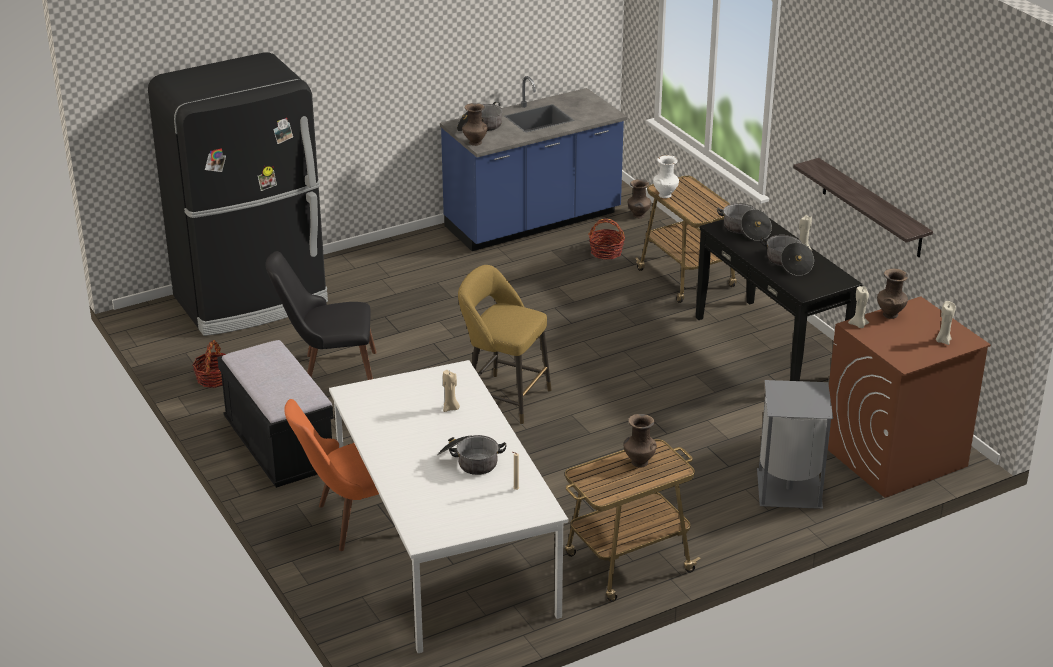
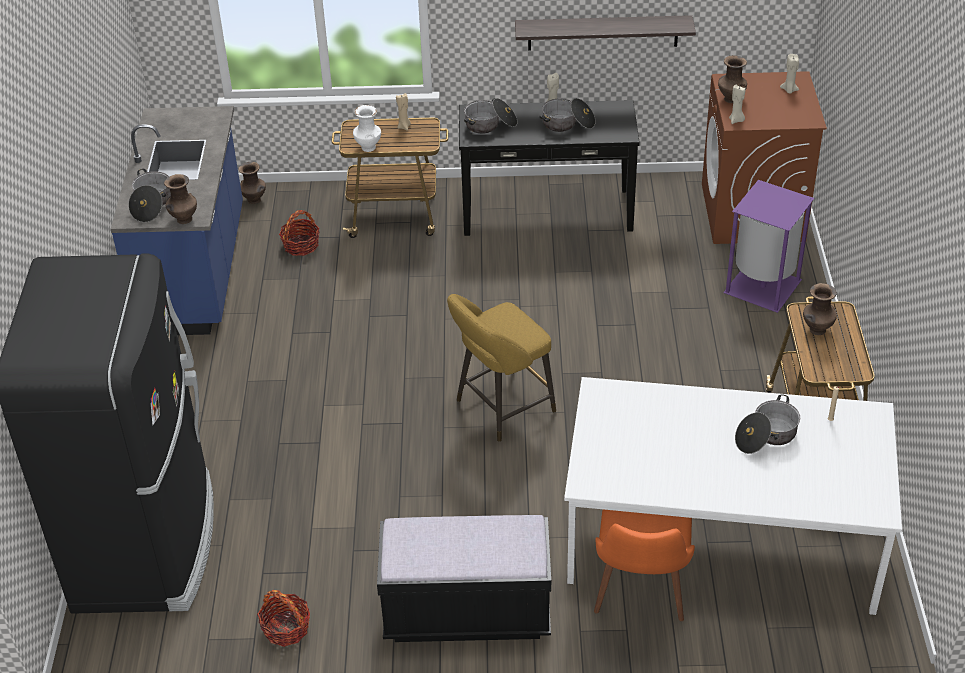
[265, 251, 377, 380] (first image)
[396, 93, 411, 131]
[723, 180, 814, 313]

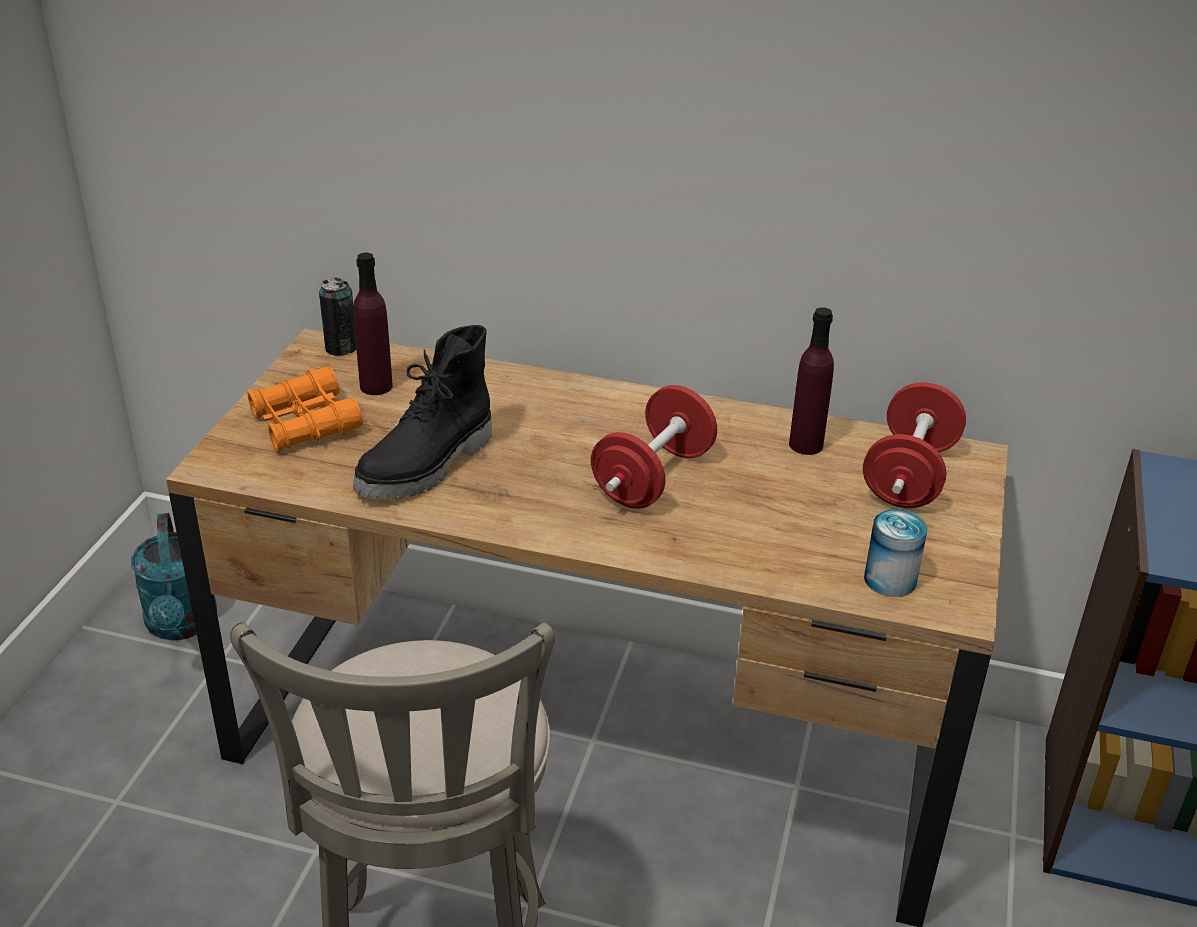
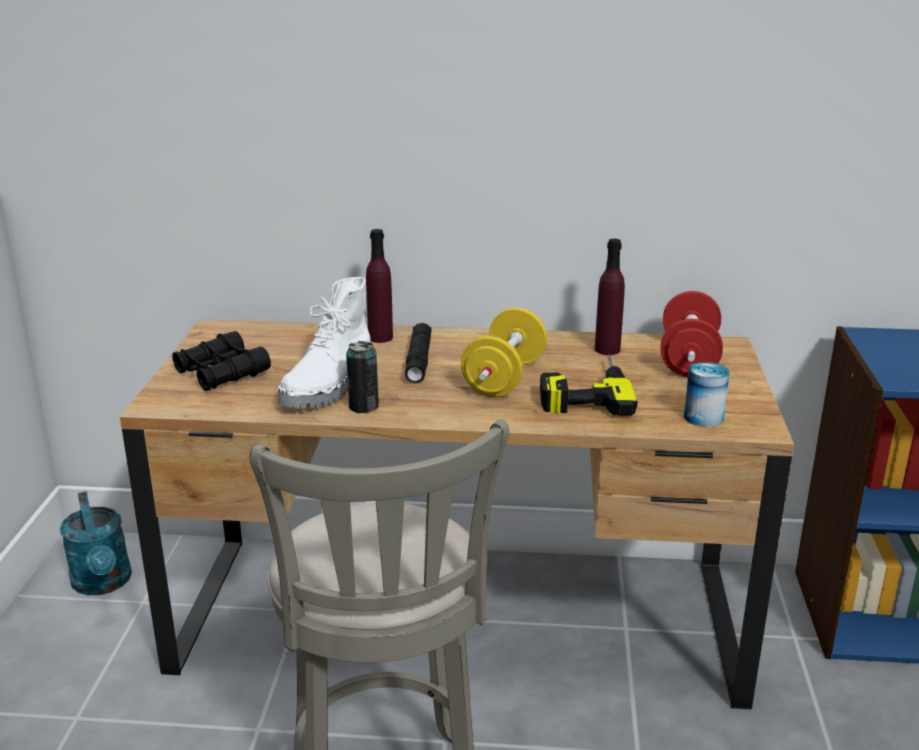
[366, 229, 393, 343]
[346, 341, 379, 413]
[278, 277, 371, 409]
[172, 331, 271, 391]
[461, 308, 547, 397]
[405, 323, 432, 383]
[540, 355, 638, 416]

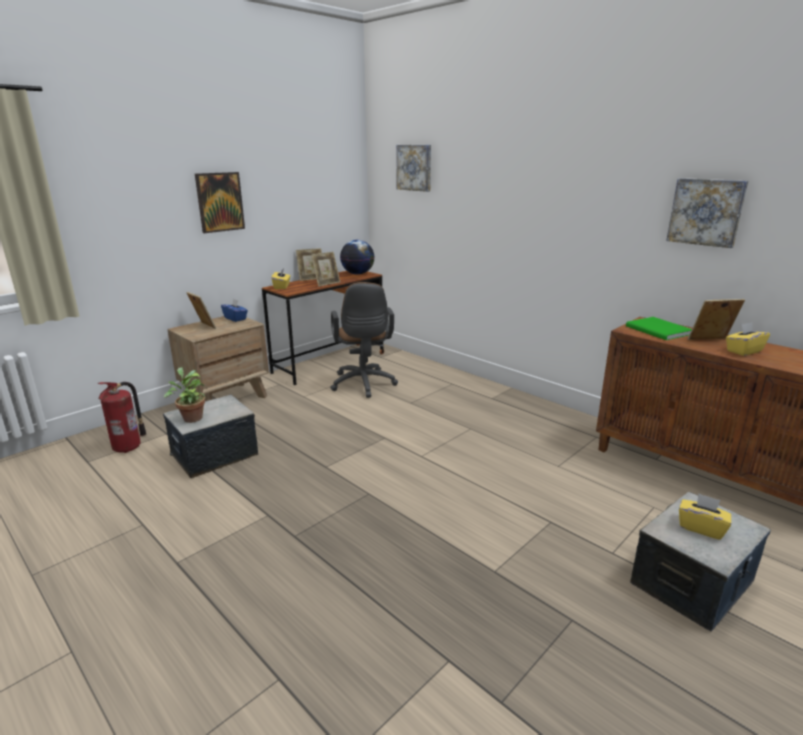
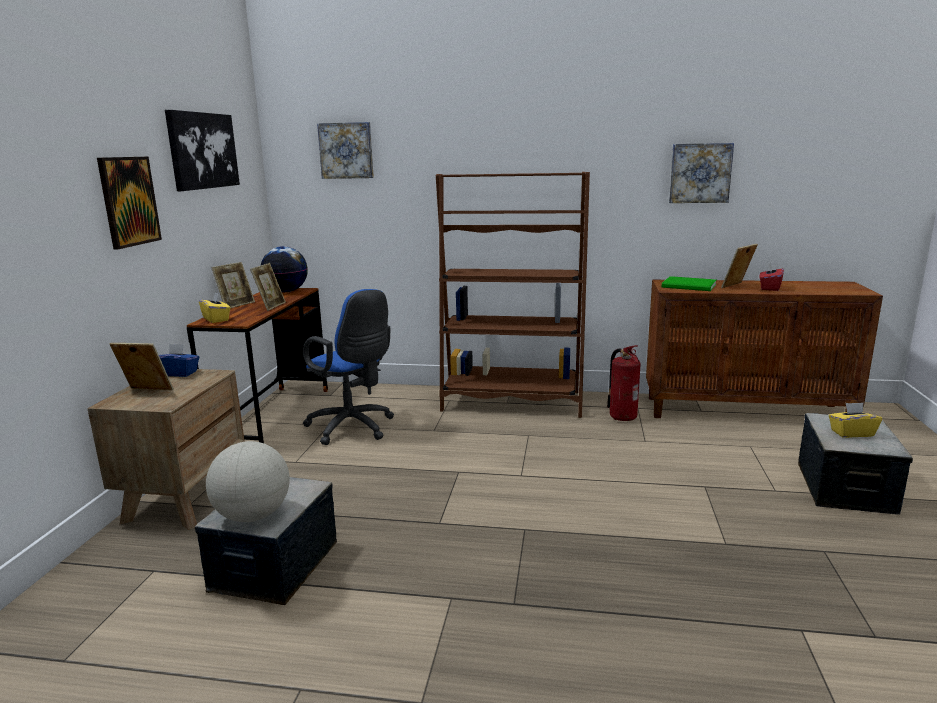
[303, 289, 394, 445]
[759, 263, 784, 291]
[206, 441, 290, 522]
[607, 345, 641, 421]
[165, 110, 240, 191]
[436, 172, 590, 418]

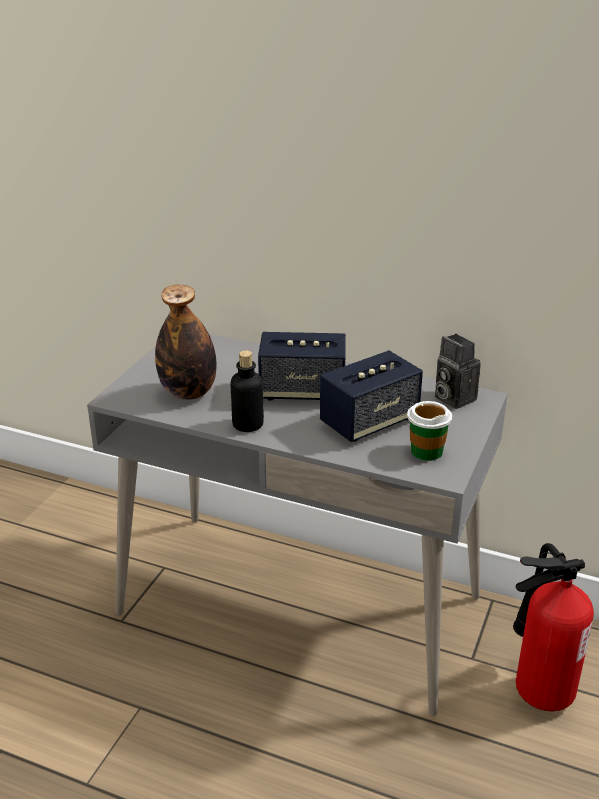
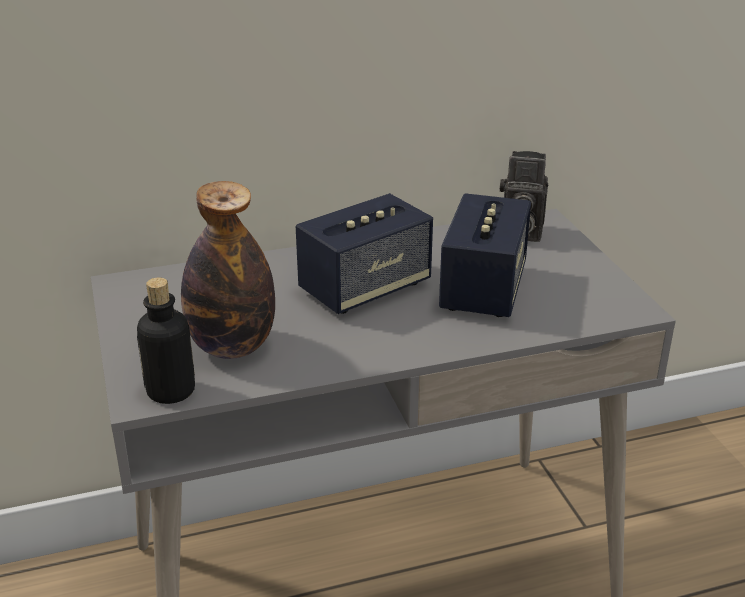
[137, 277, 195, 404]
[407, 401, 452, 461] (first image)
[513, 543, 594, 711] (first image)

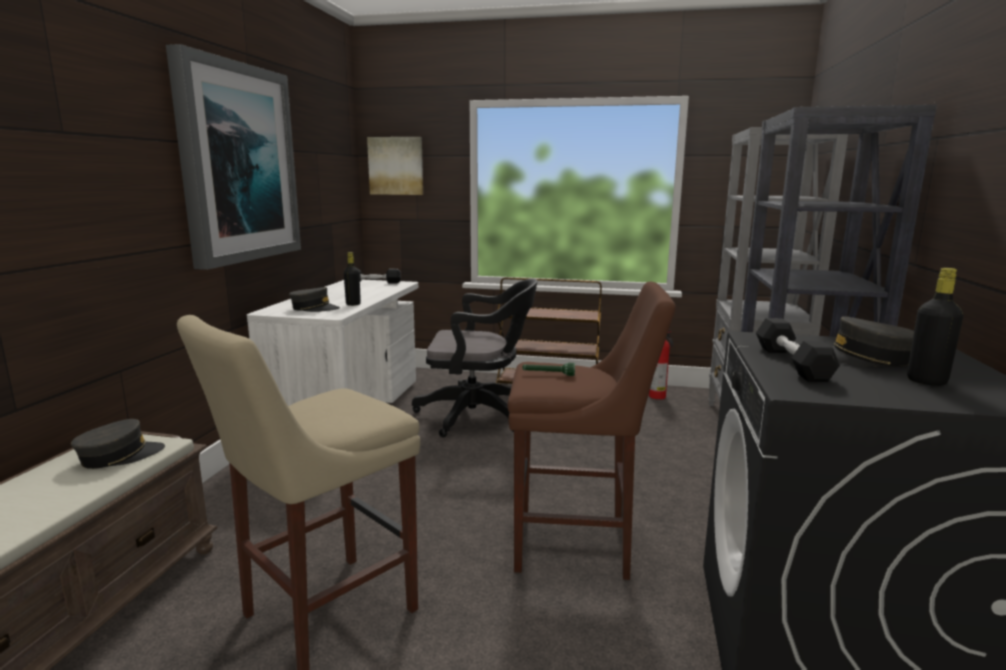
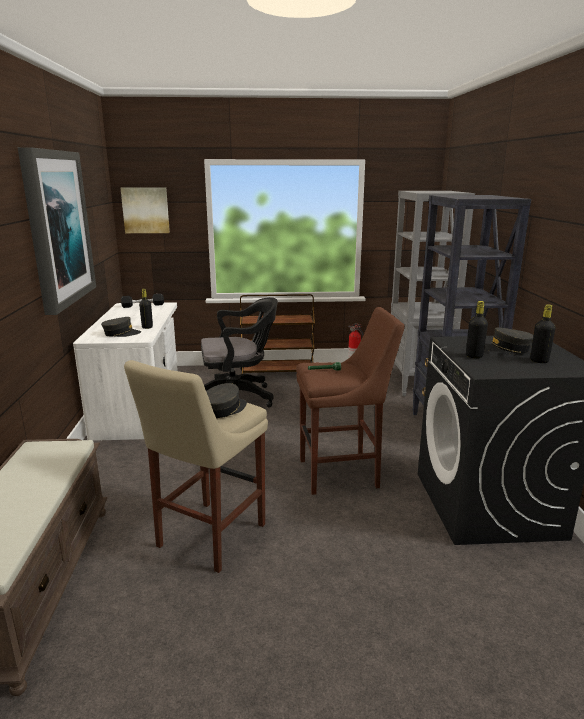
[466, 301, 488, 358]
[206, 383, 247, 418]

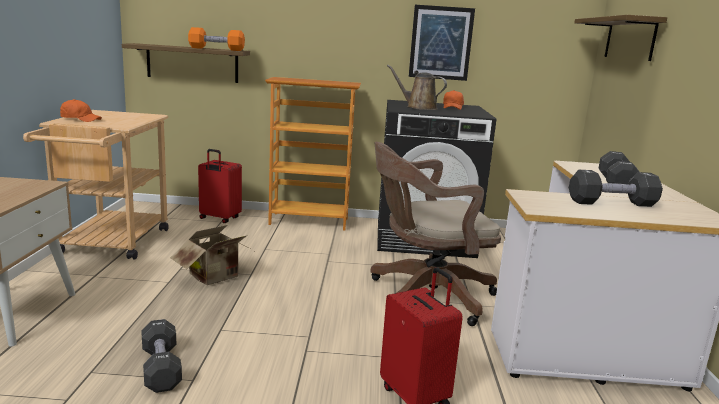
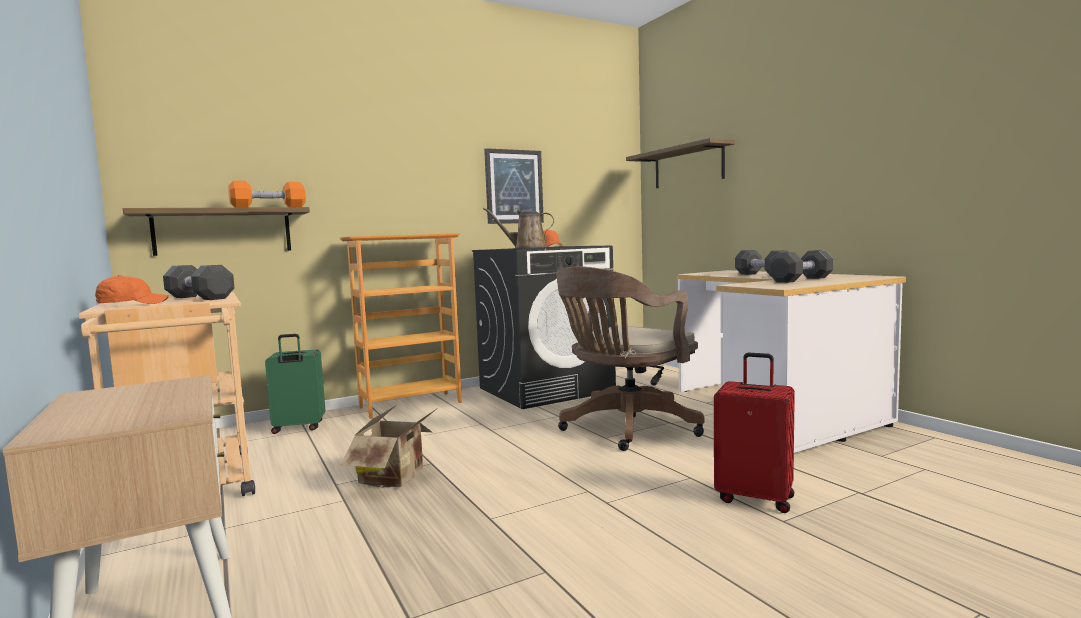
[265, 334, 325, 434]
[163, 265, 234, 300]

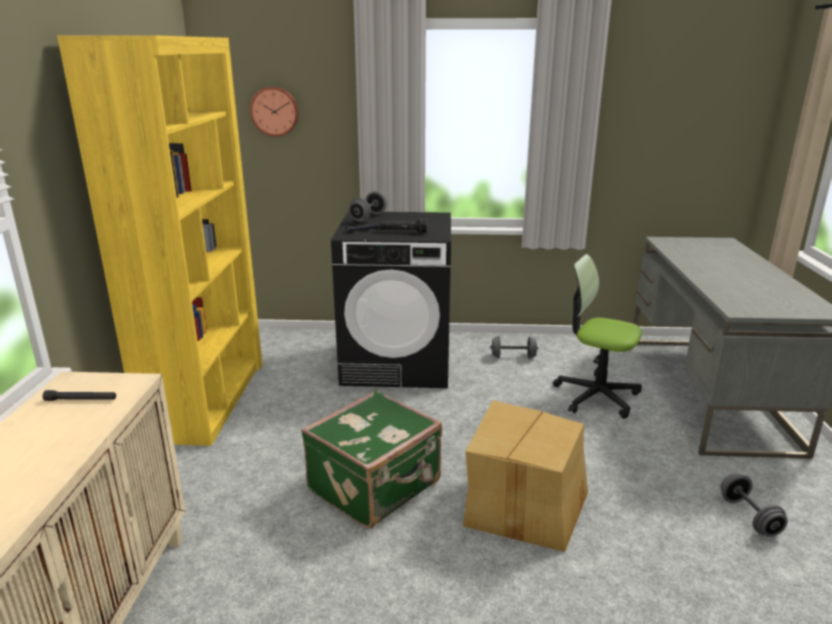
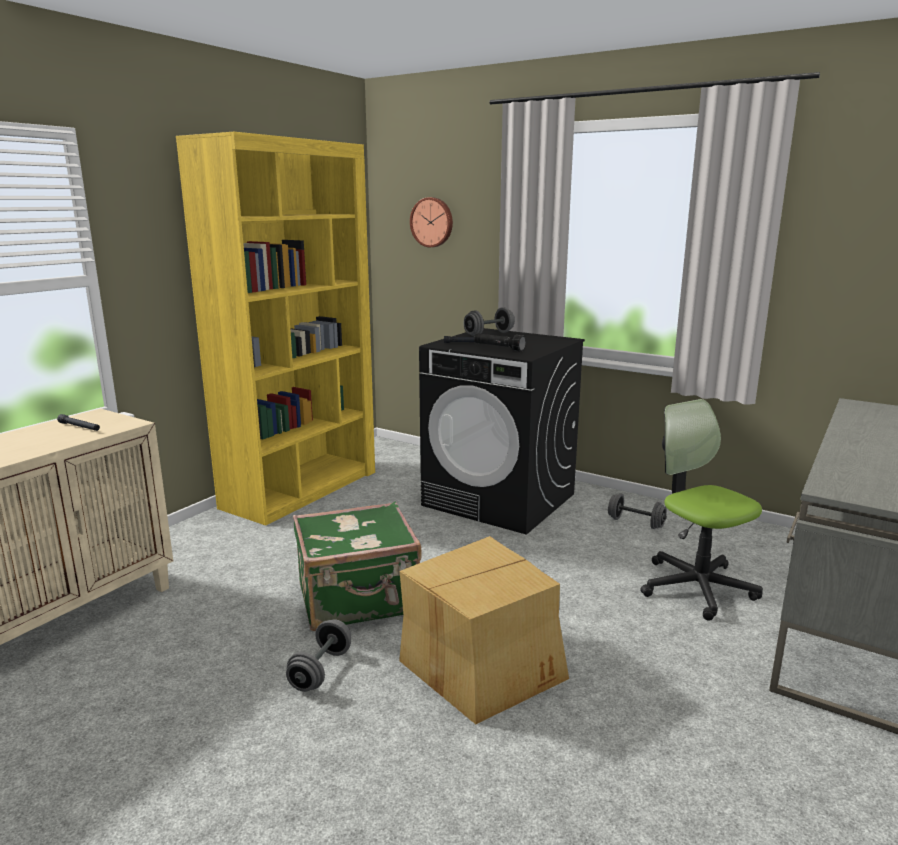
[286, 619, 351, 692]

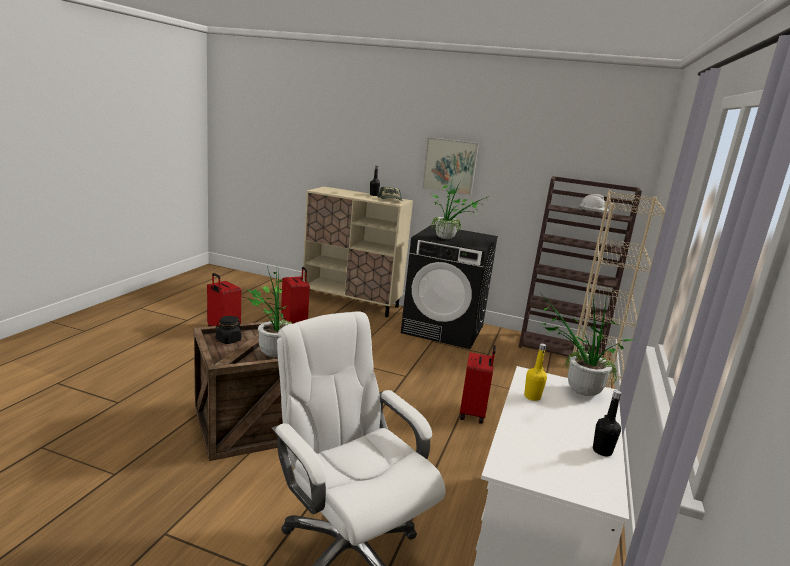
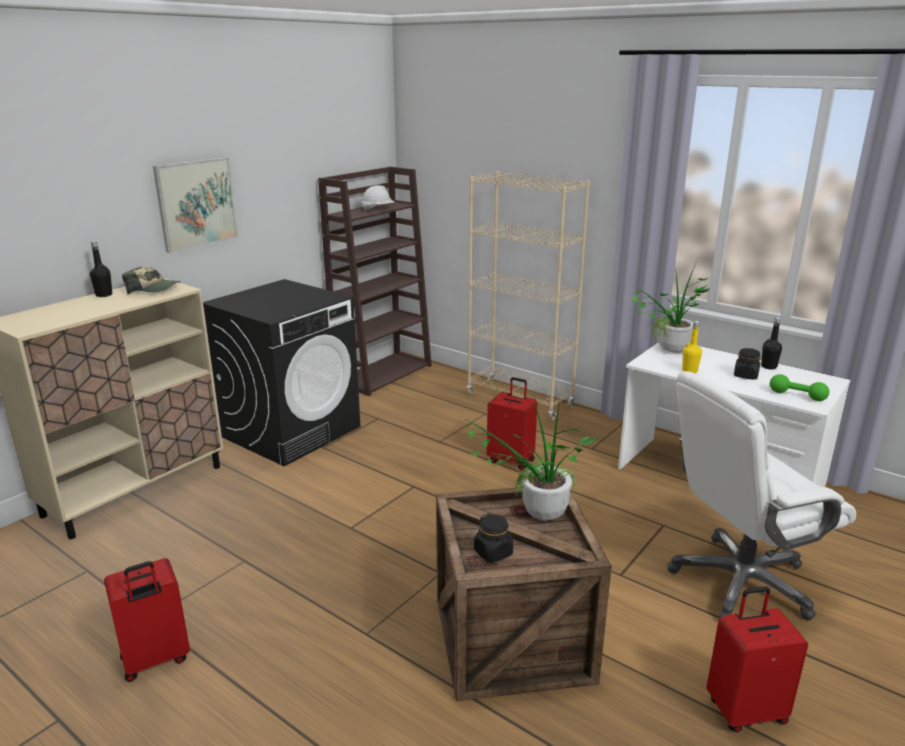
[431, 173, 489, 239] (first image)
[706, 586, 808, 732]
[734, 348, 760, 380]
[770, 374, 829, 401]

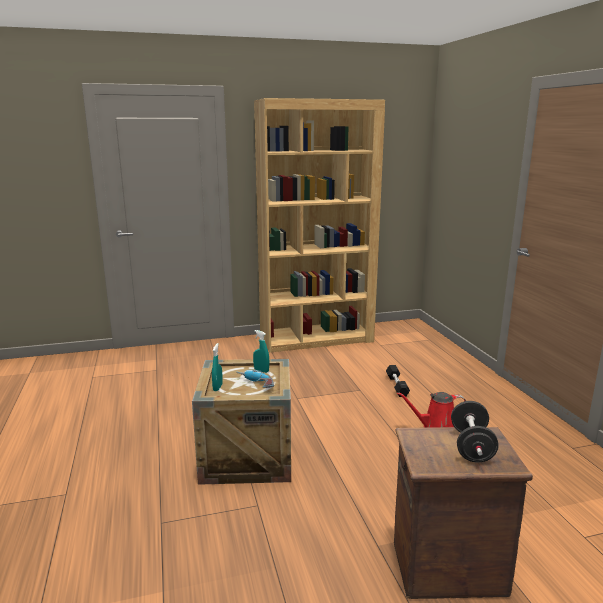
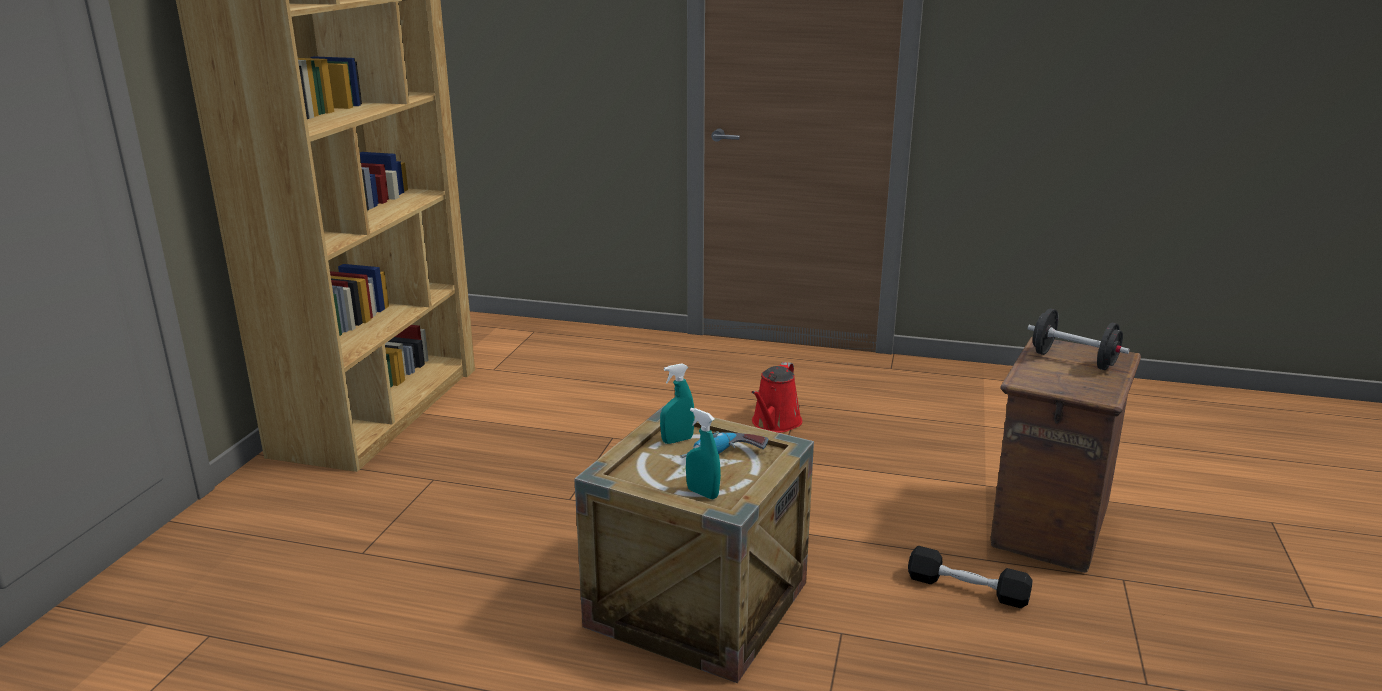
[908, 546, 1033, 608]

